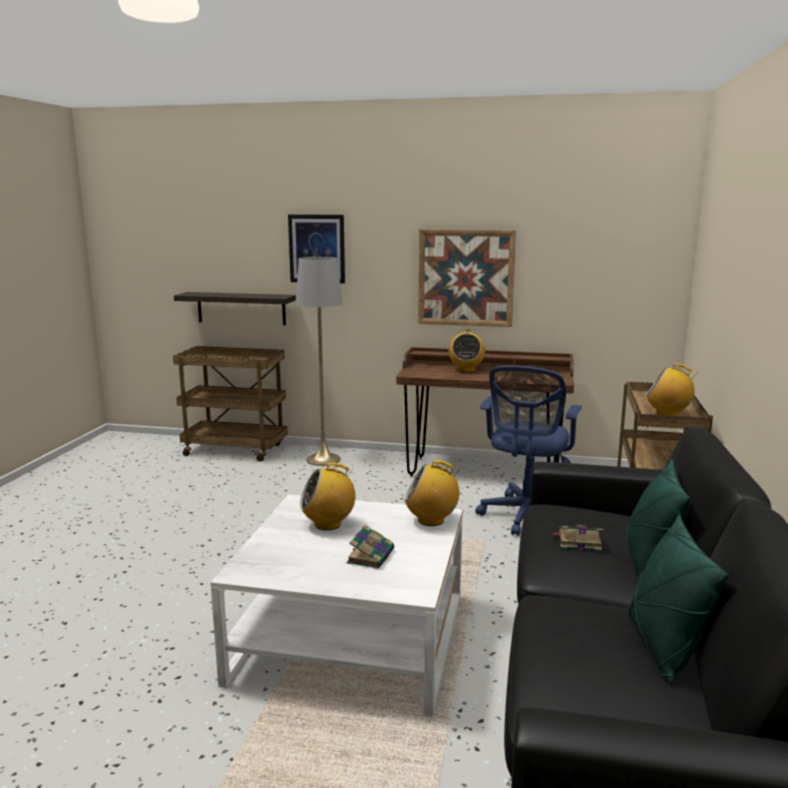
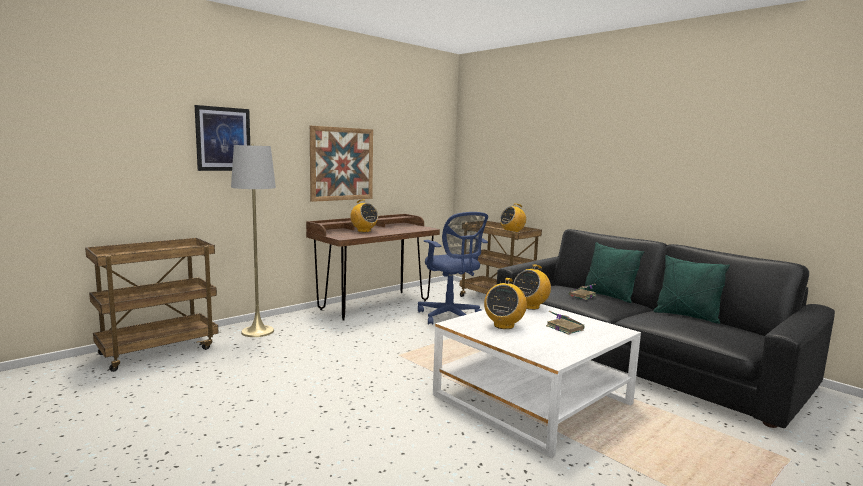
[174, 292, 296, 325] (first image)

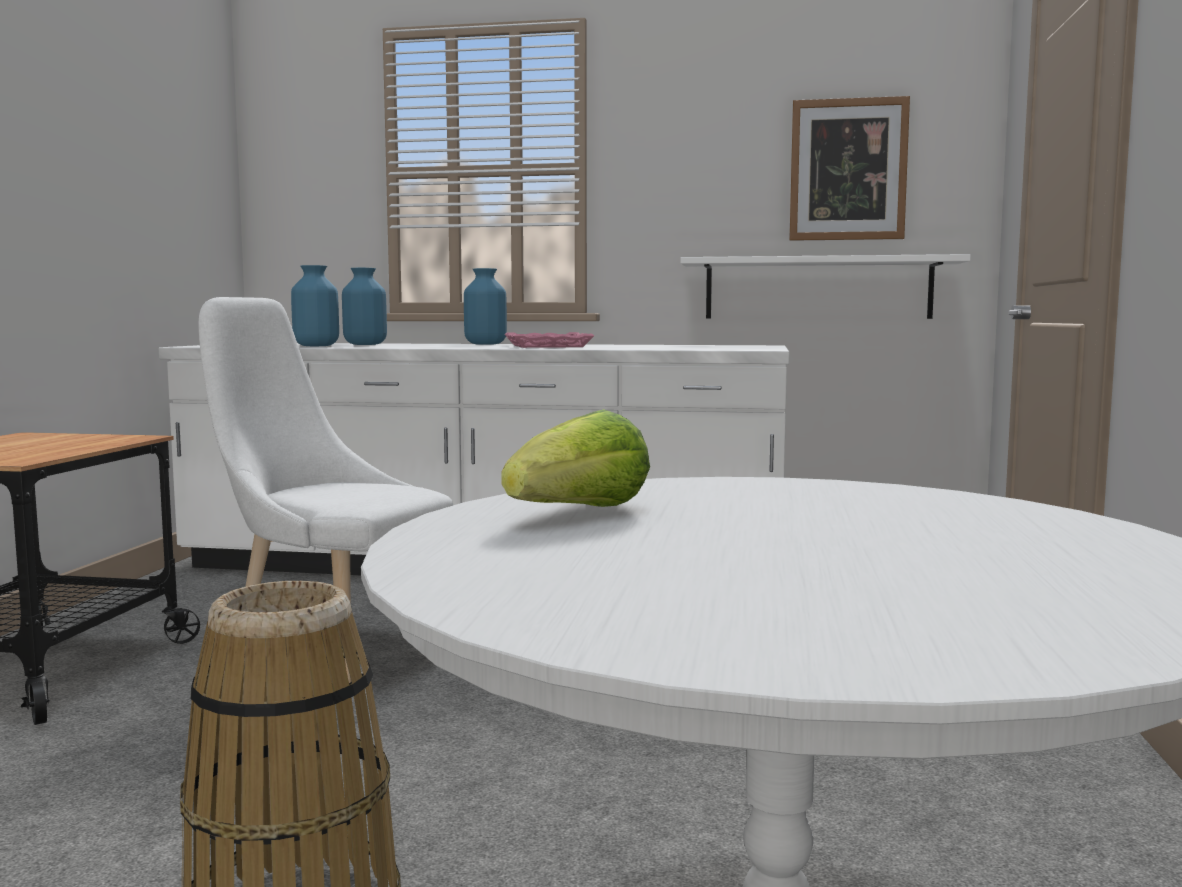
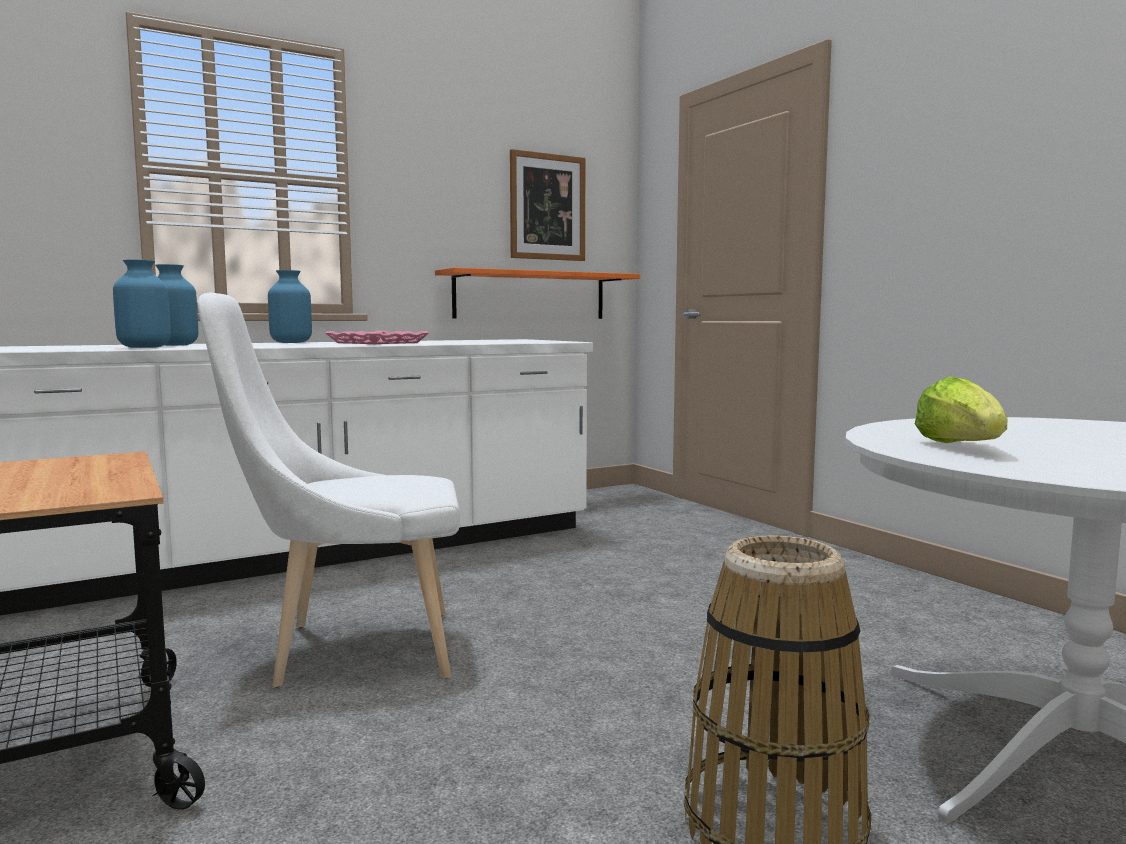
[435, 267, 640, 319]

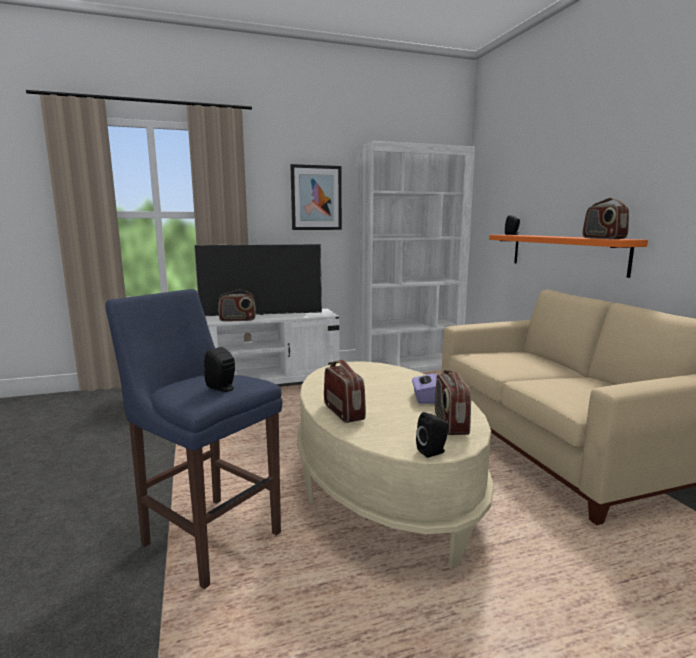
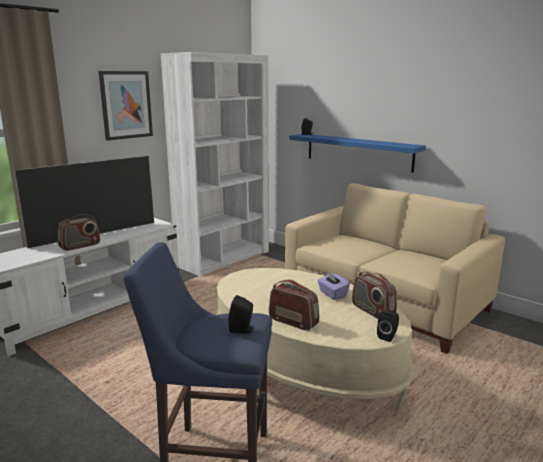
[583, 198, 629, 239] (first image)
[289, 134, 426, 173]

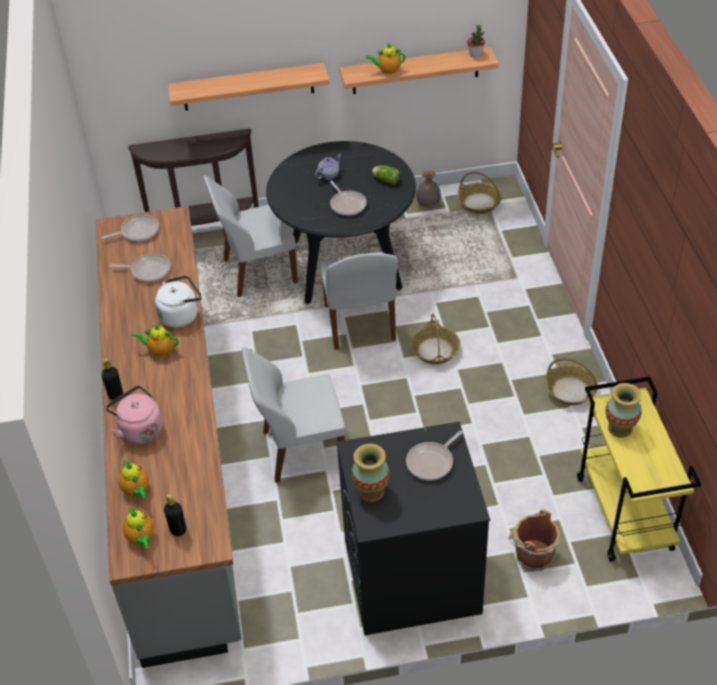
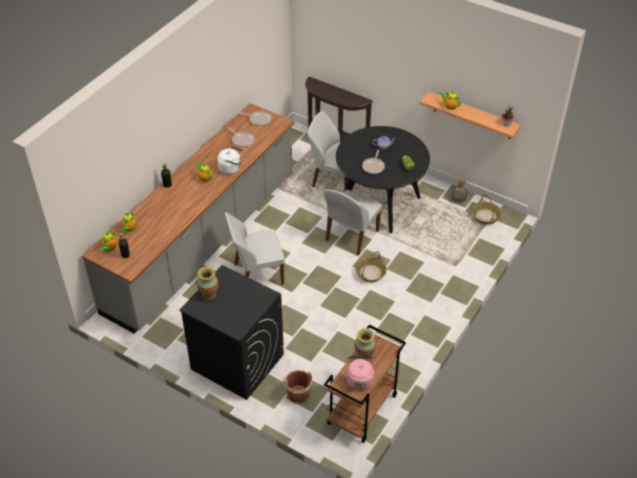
[168, 63, 329, 111] (first image)
[225, 212, 284, 285]
[545, 358, 598, 405] (first image)
[324, 325, 406, 443]
[341, 356, 374, 390]
[406, 431, 463, 481] (first image)

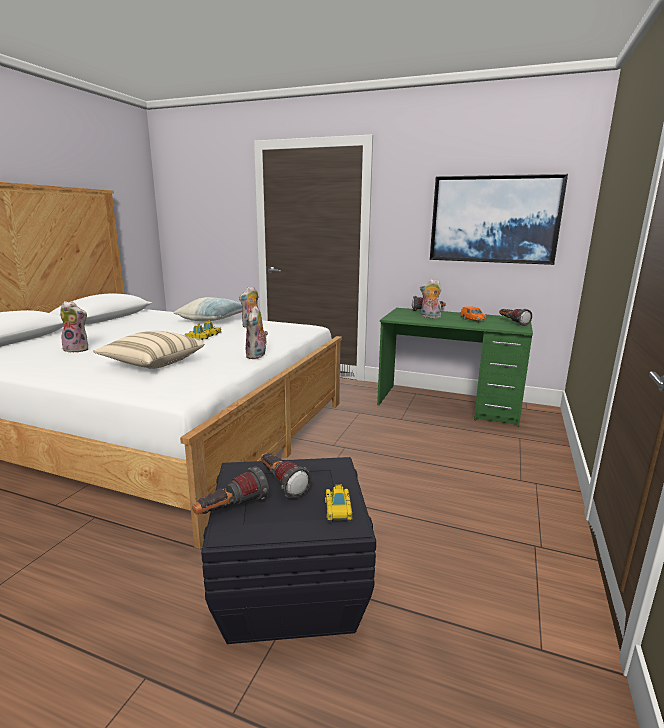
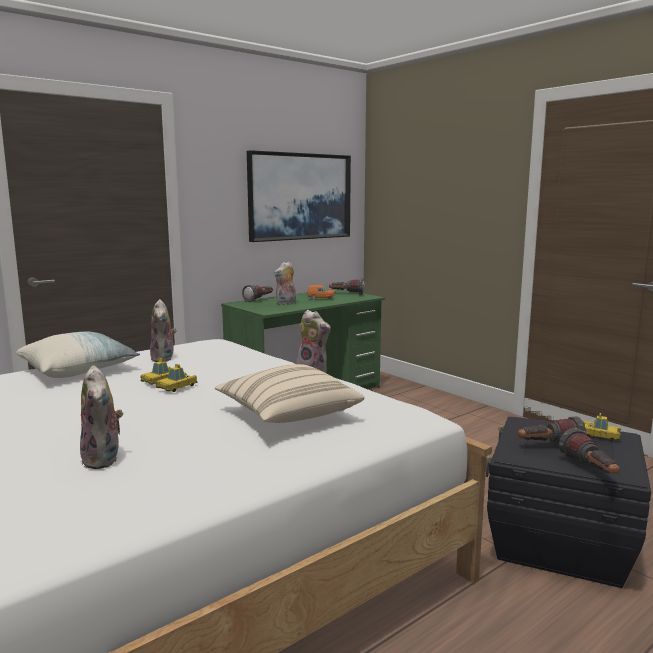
[80, 365, 123, 469]

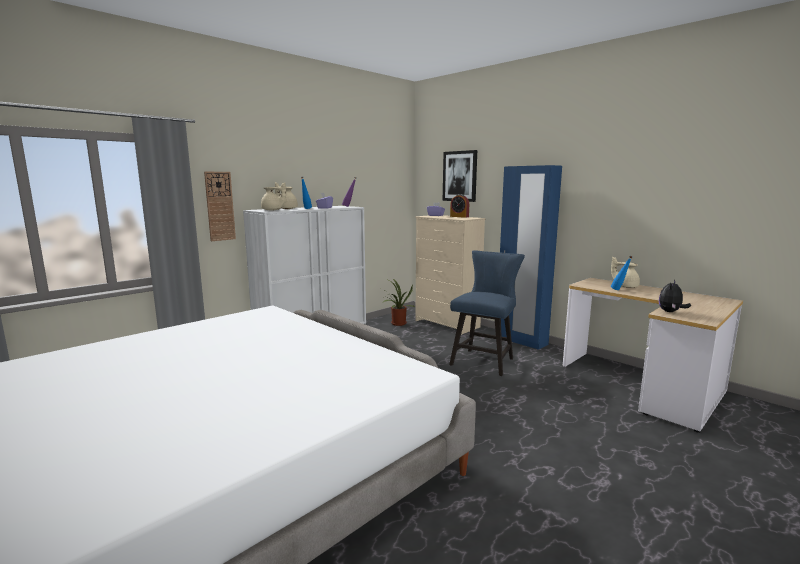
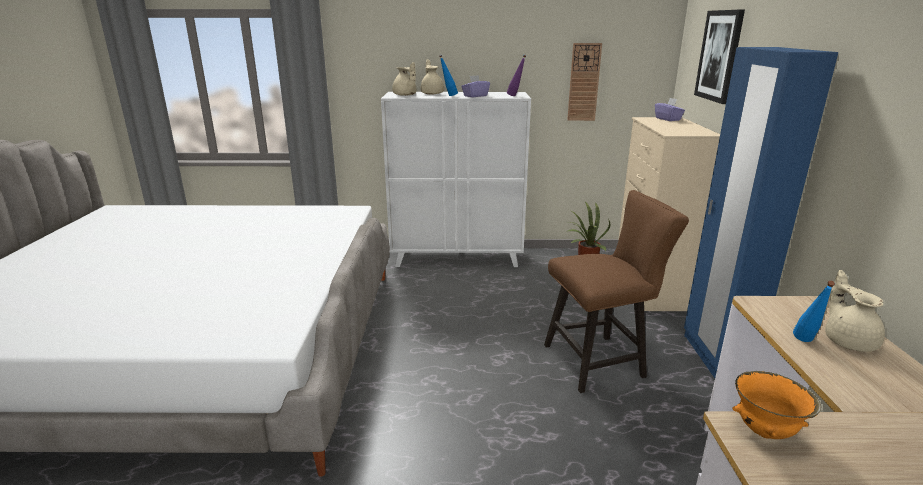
[567, 43, 602, 121]
[450, 194, 469, 218] (first image)
[544, 190, 689, 393]
[732, 371, 821, 439]

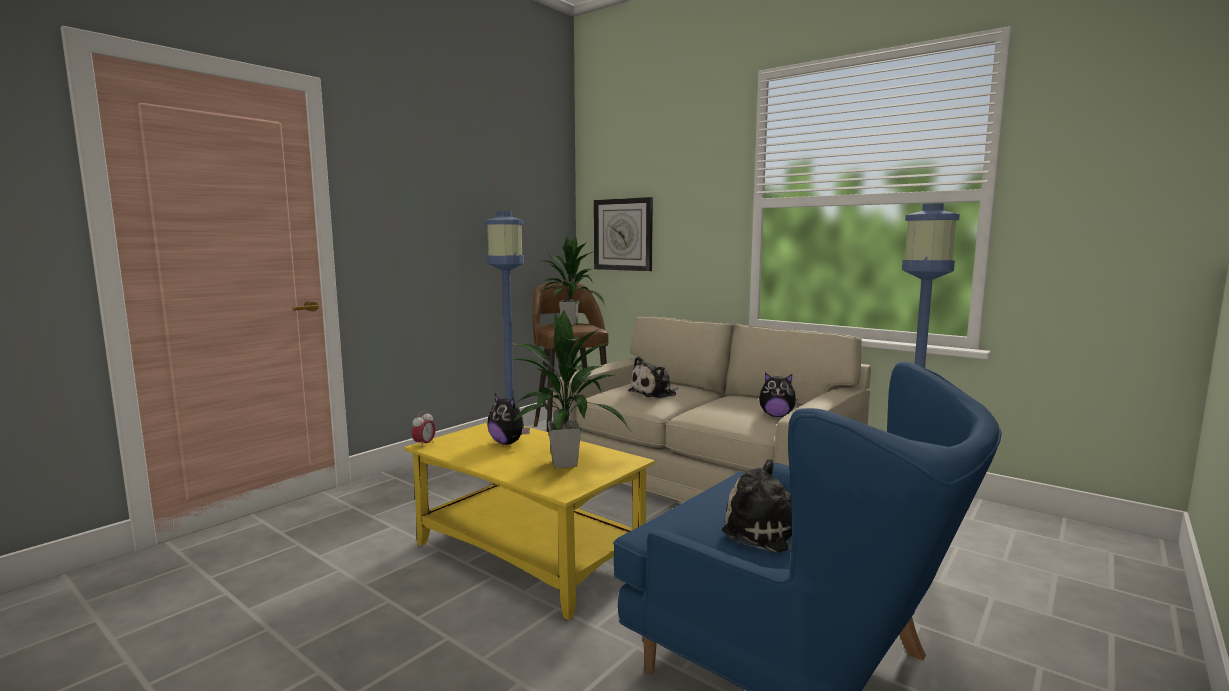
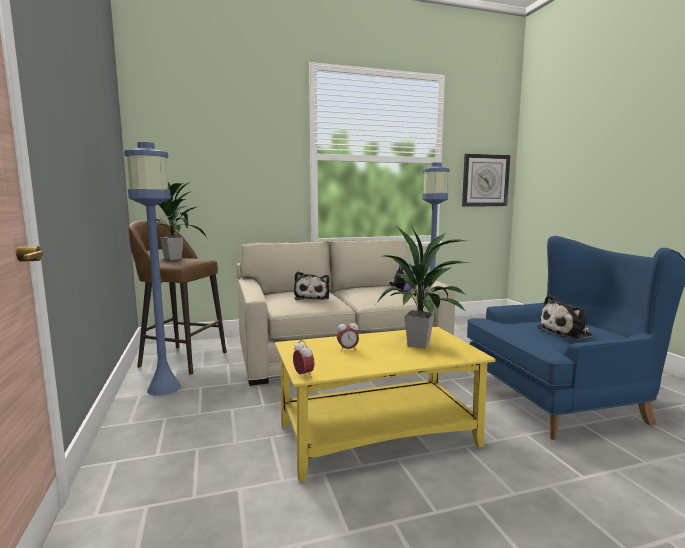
[462, 154, 510, 206]
[337, 320, 359, 352]

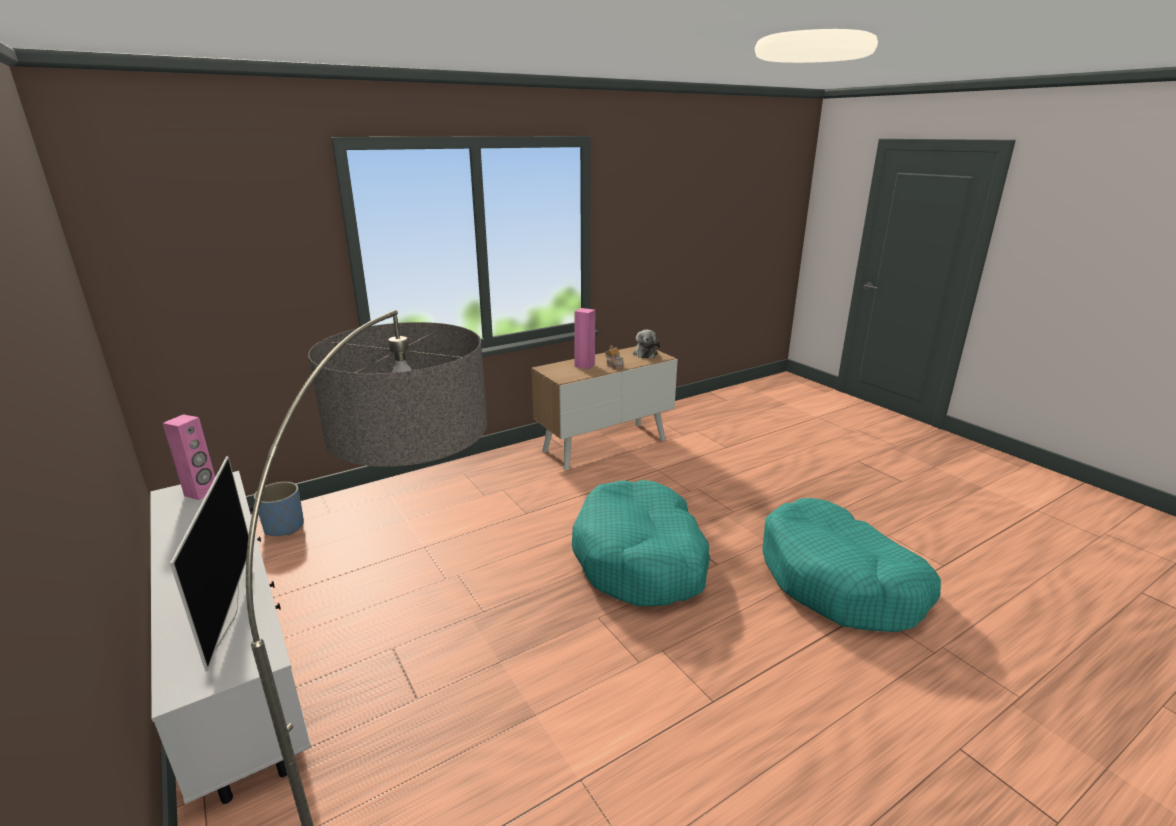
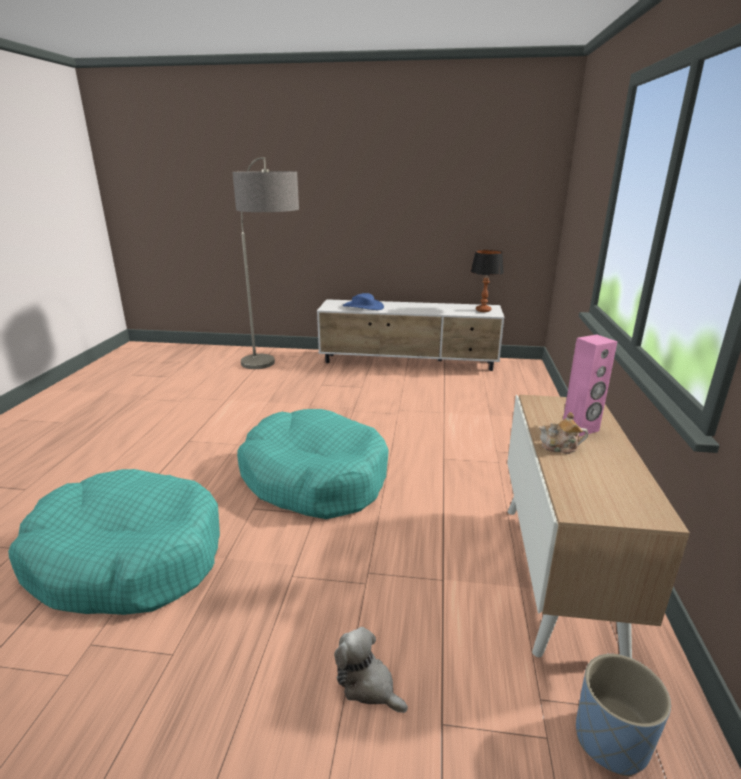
[334, 627, 408, 713]
[471, 250, 504, 312]
[342, 293, 384, 310]
[576, 654, 671, 776]

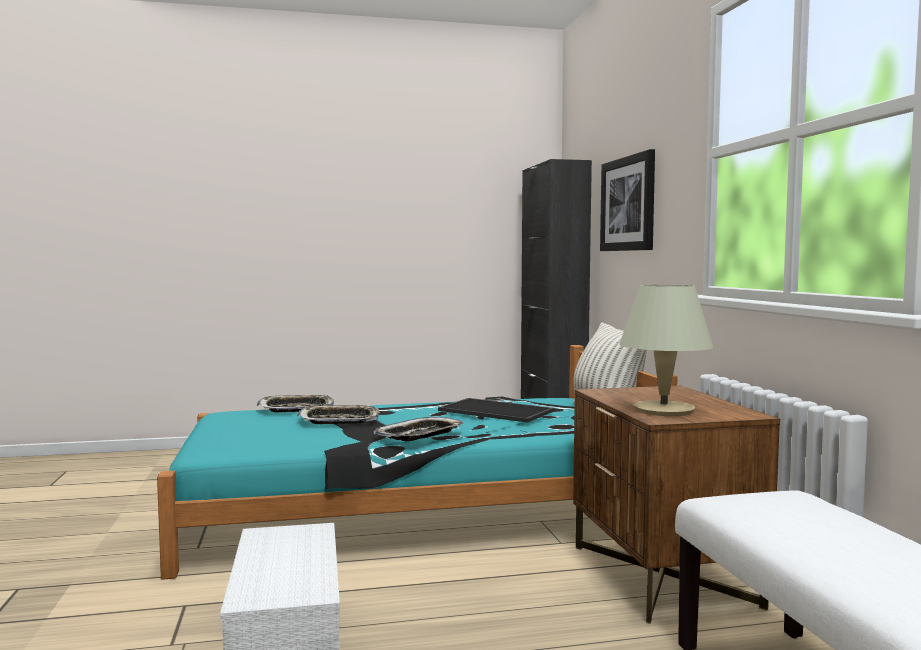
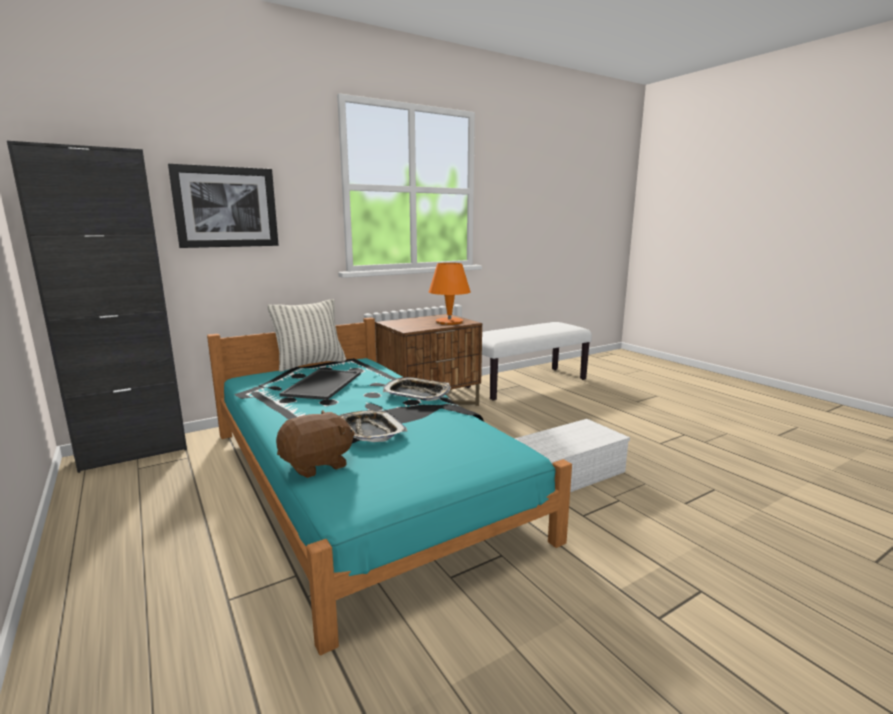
[429, 263, 471, 325]
[276, 410, 355, 478]

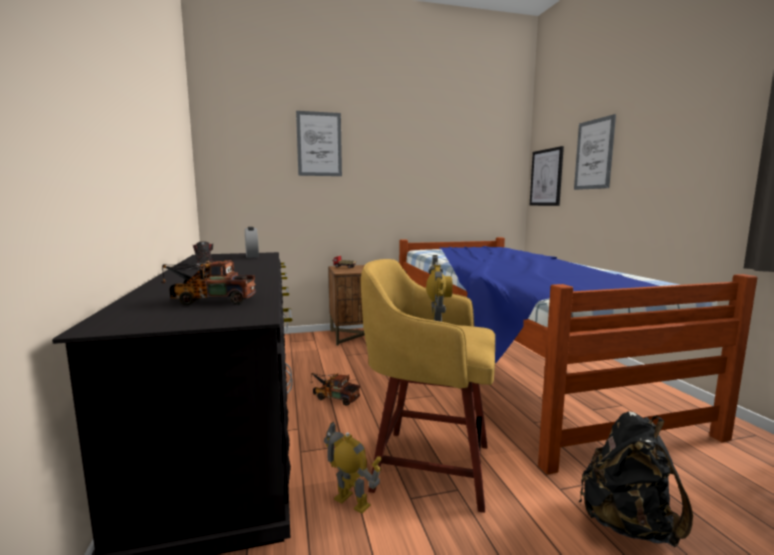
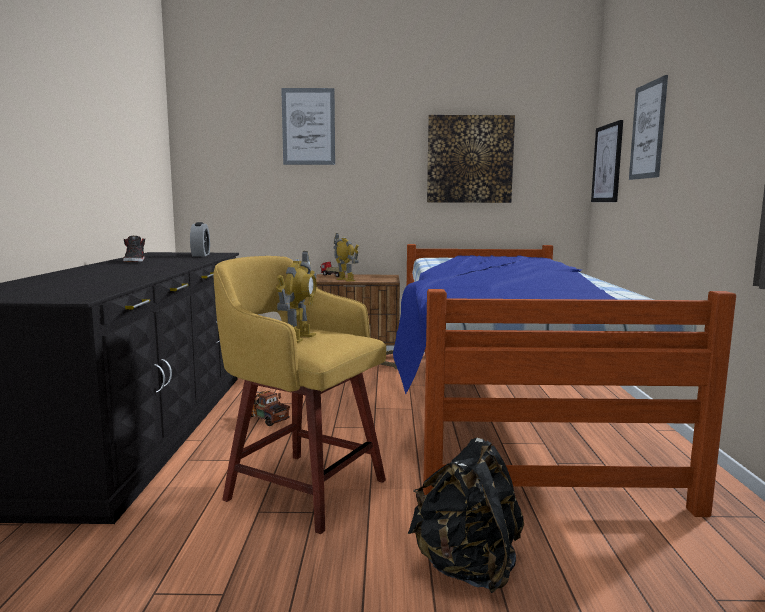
[161, 260, 256, 305] (first image)
[333, 233, 359, 282]
[427, 115, 515, 203]

